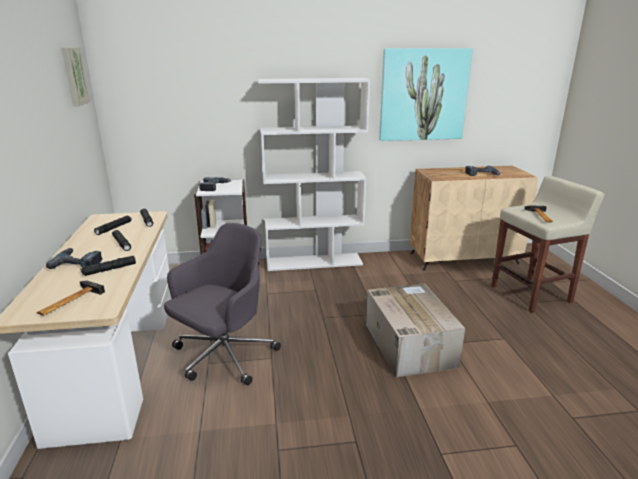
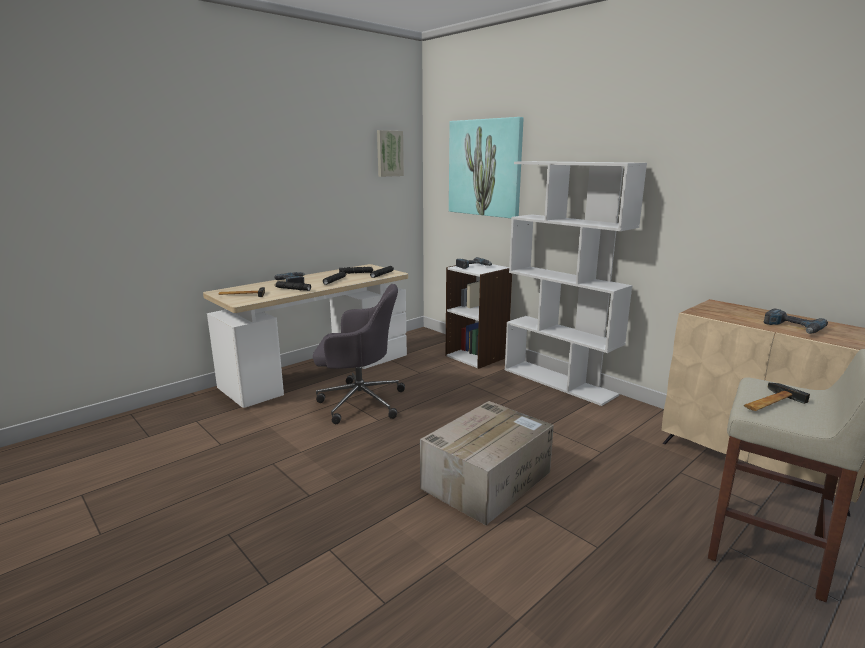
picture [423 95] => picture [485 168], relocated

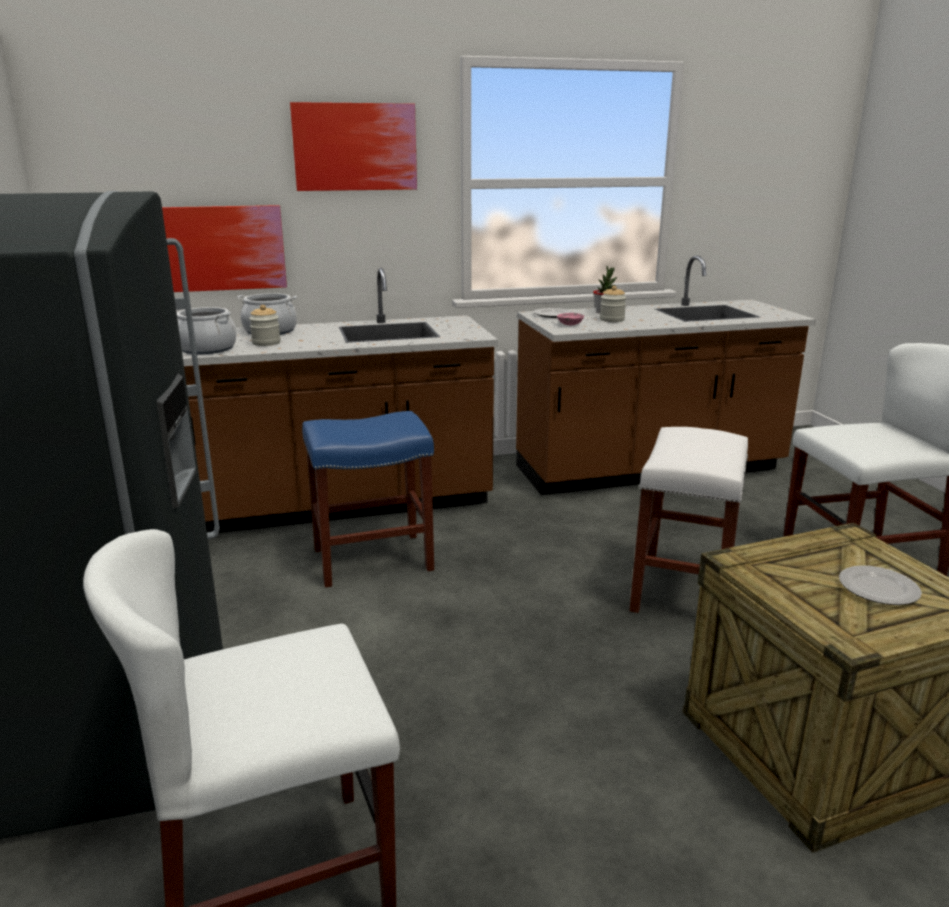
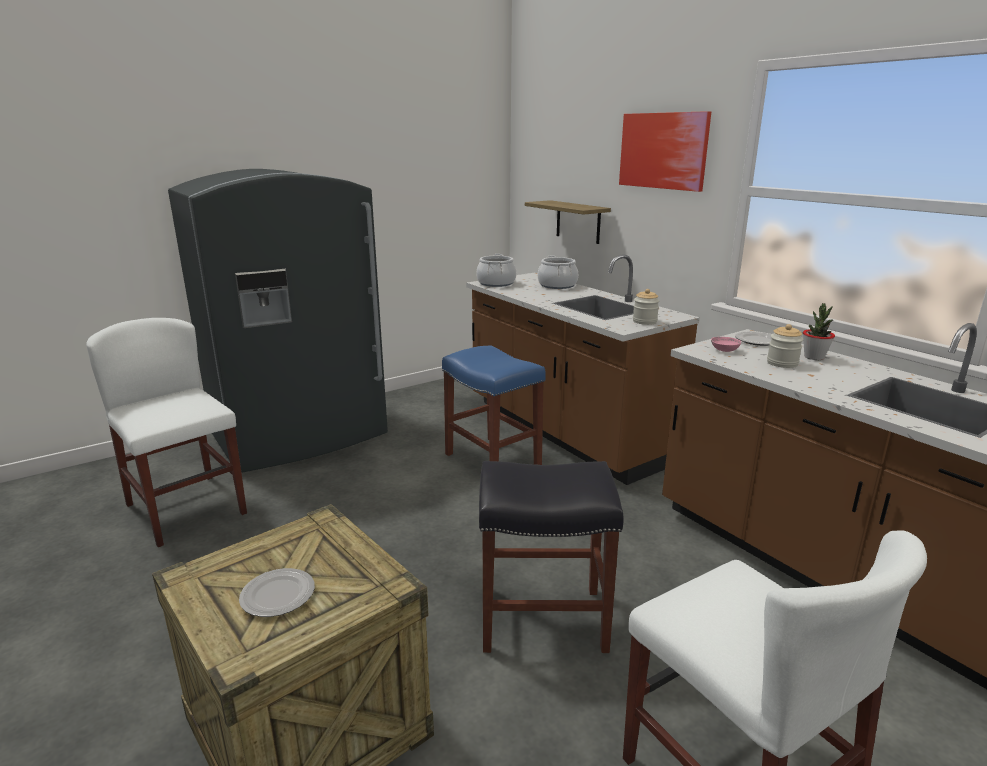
preserve jar [266 343] => preserve jar [644 321], relocated
picture [221 248] => wall shelf [578 222]
whitish stool seat [681 589] => black stool seat [544 618]

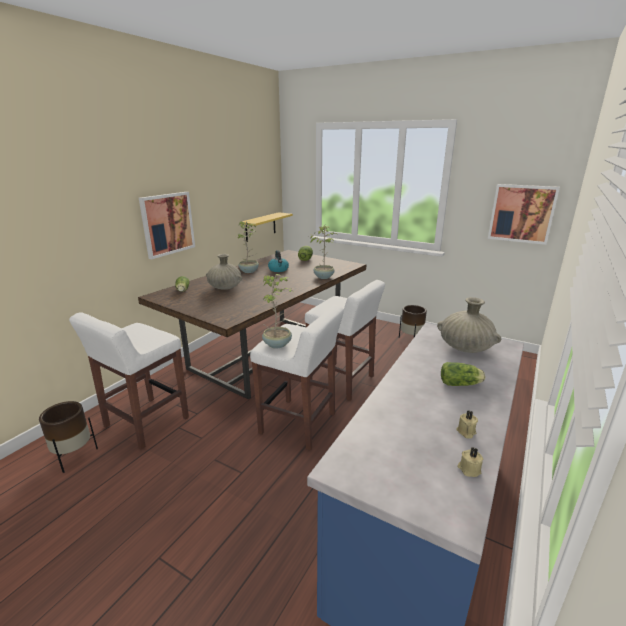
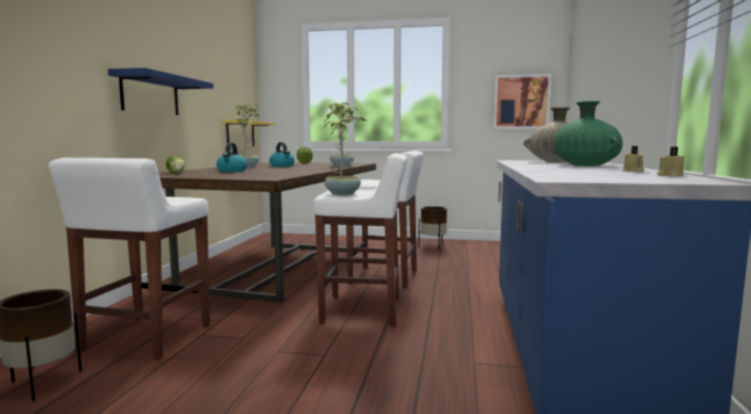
picture [167 224] => bluish wall shelf [150 95]
sand-coloured vase [225 287] => water kettle [232 171]
head of lettuce [461 384] => greenish vase [585 166]

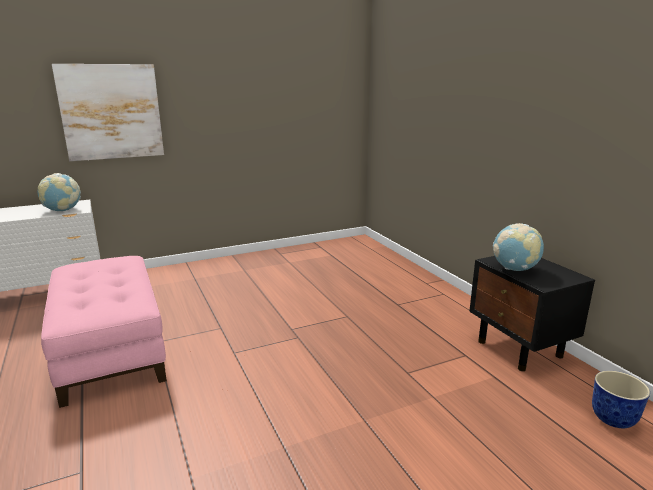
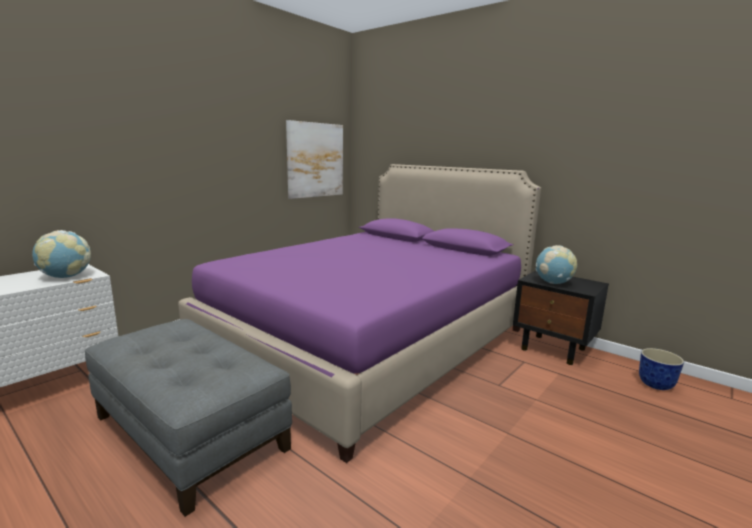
nothing => purple bedroom bed [370 343]
picture [111 112] => picture [315 160], relocated
pinkish footrest [112 349] => grey footrest [191 431]

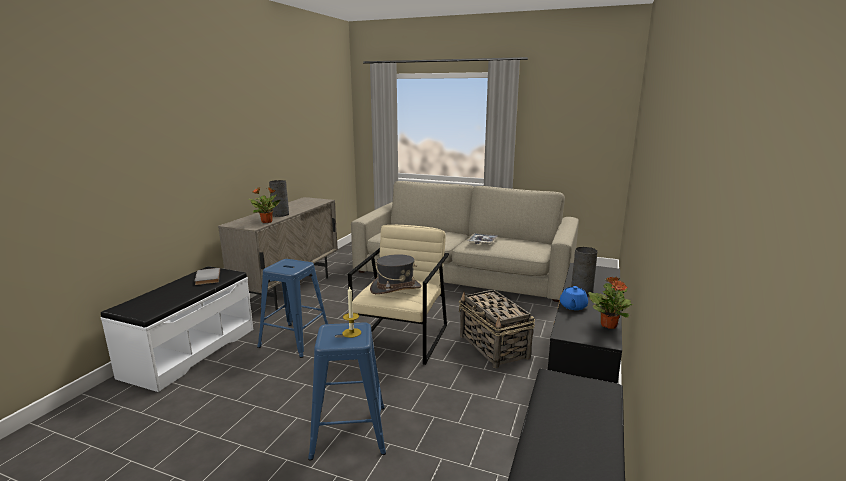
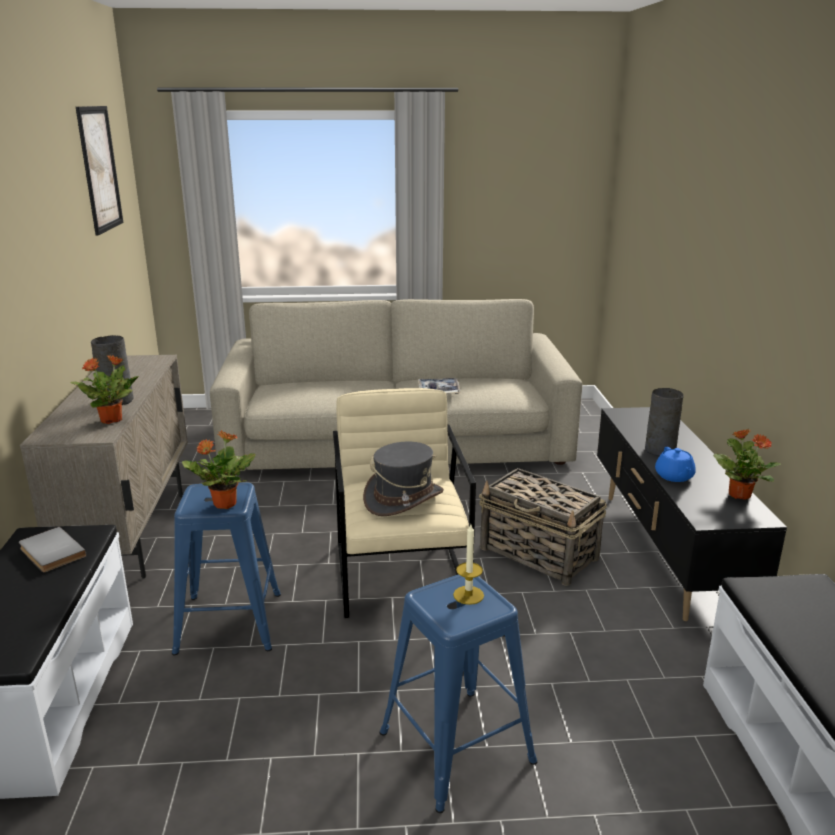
nothing => picture [100 169]
nothing => potted plant [224 504]

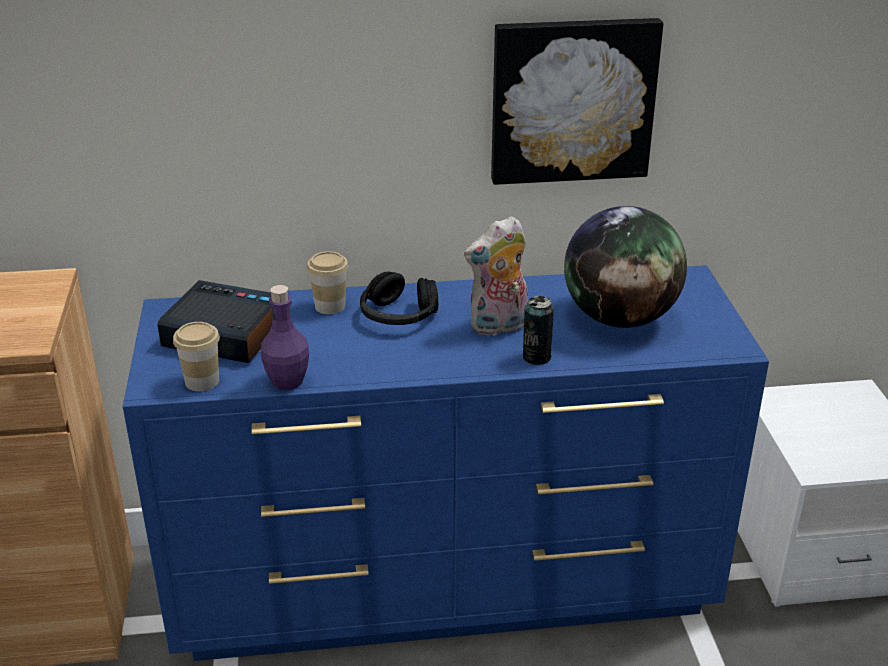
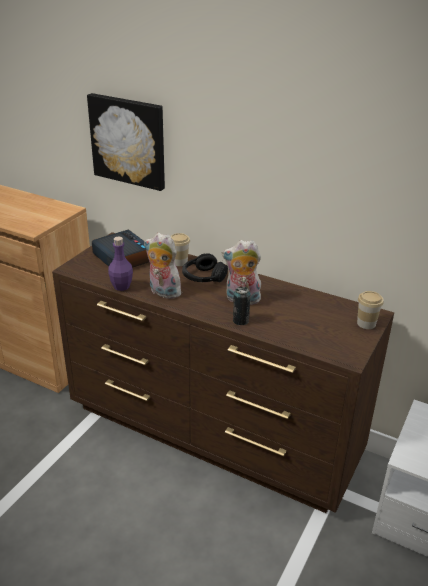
desk globe [620 318] => nothing
nothing => plush toy [162 292]
cup [202 381] => cup [366 323], relocated
picture [572 100] => picture [129 141], relocated
bluish drawer chest [446 586] => brown-coloured drawer chest [213 432]

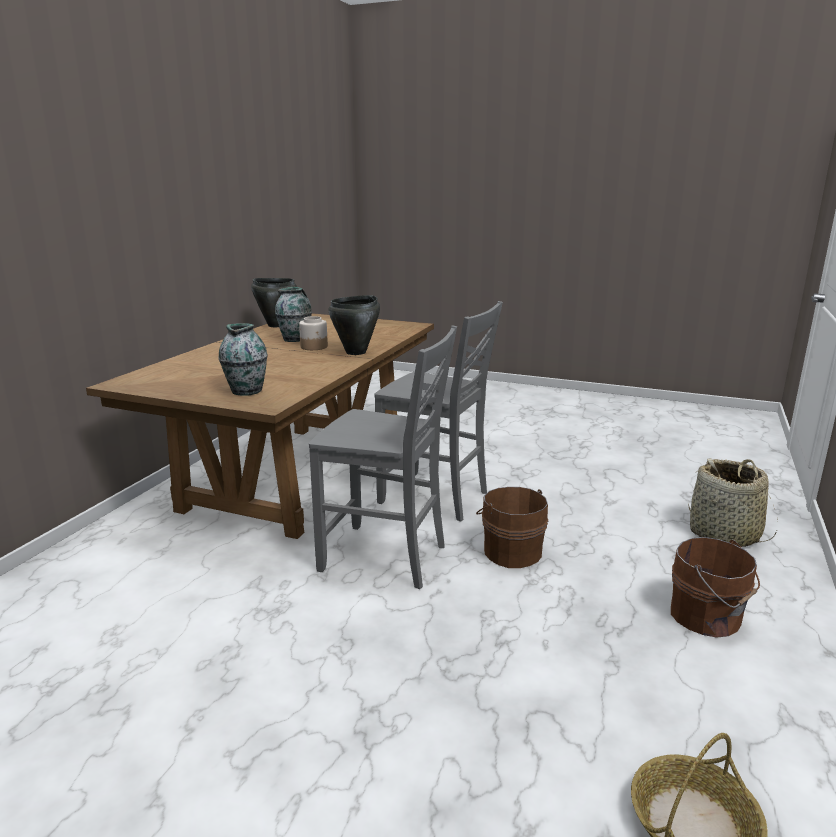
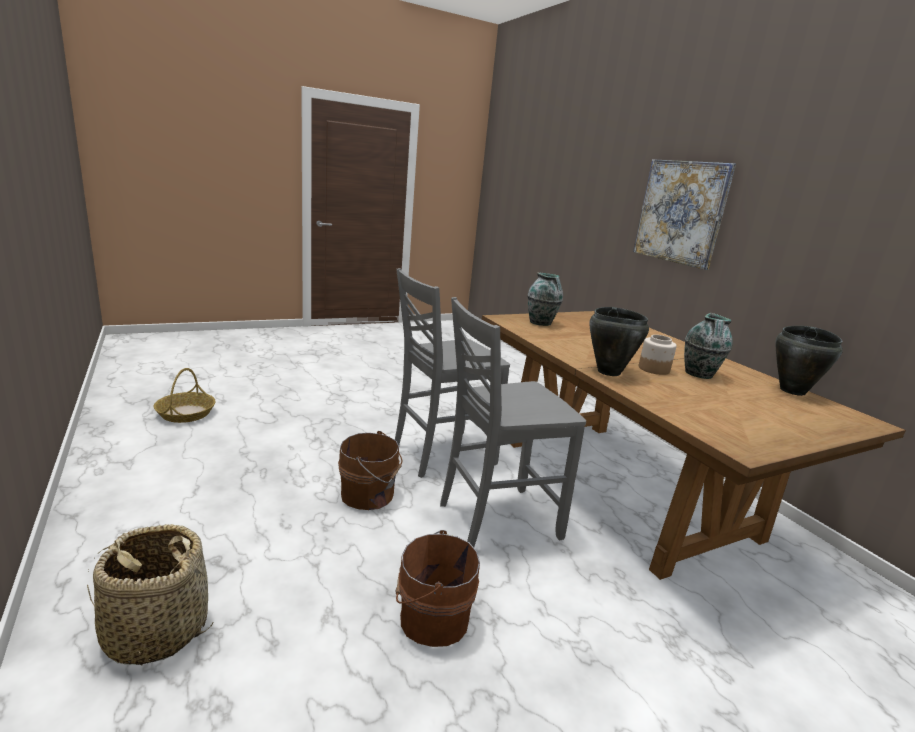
nothing => picture [681 212]
brown-coloured pail [708 617] => brown-coloured pail [431 617], relocated

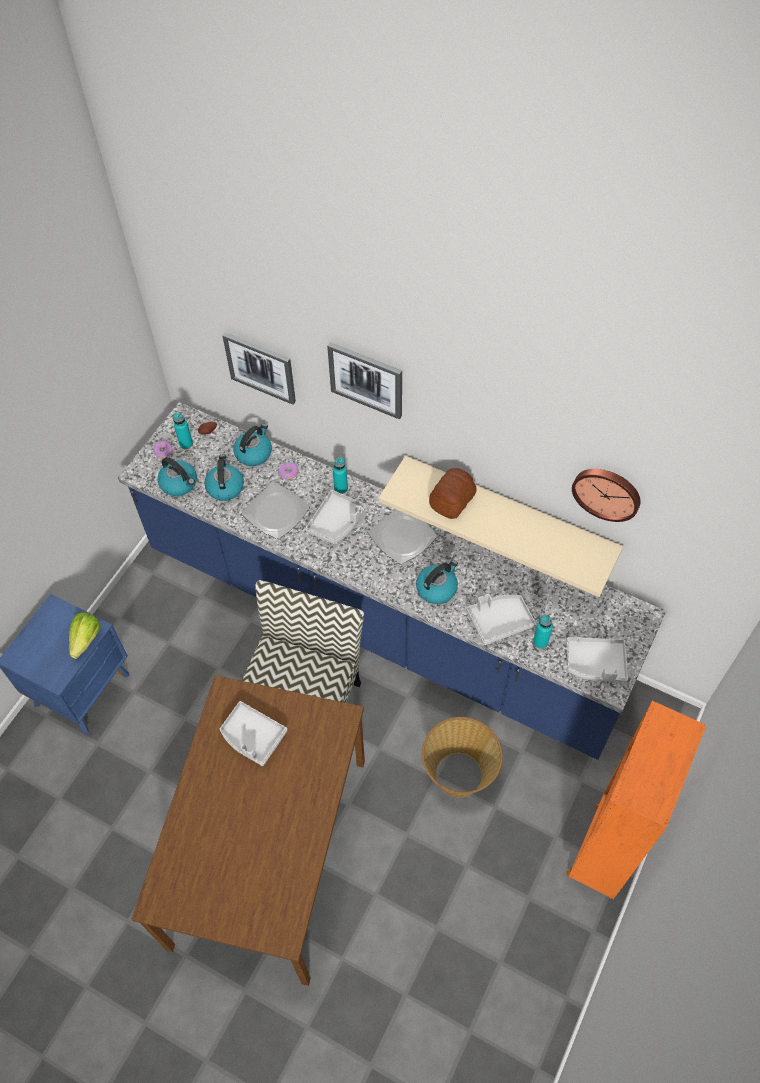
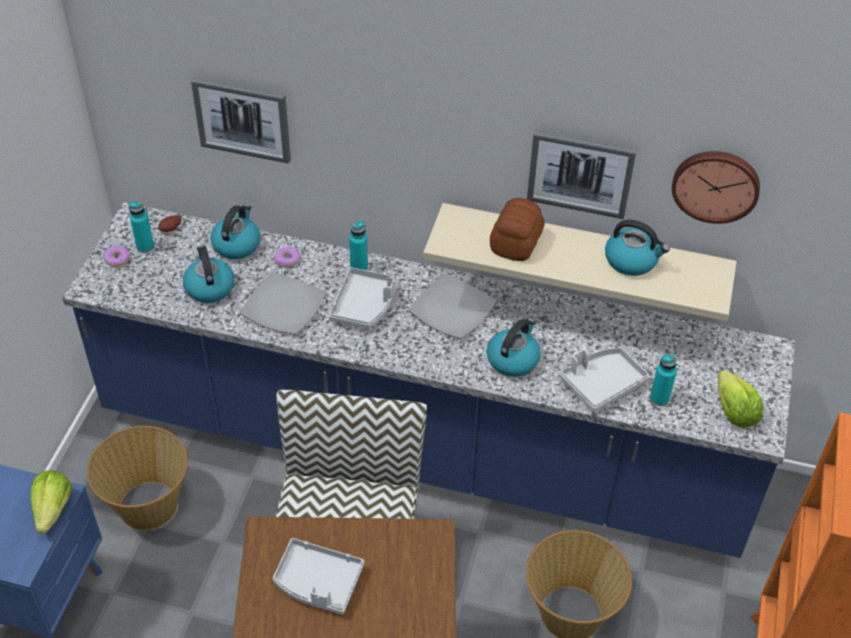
nothing => storage basket [148 504]
water kettle [179 483] => water kettle [632 260], relocated
picture [366 379] => picture [580 173], relocated
grey carrying tray [595 663] => head of lettuce [733 411]

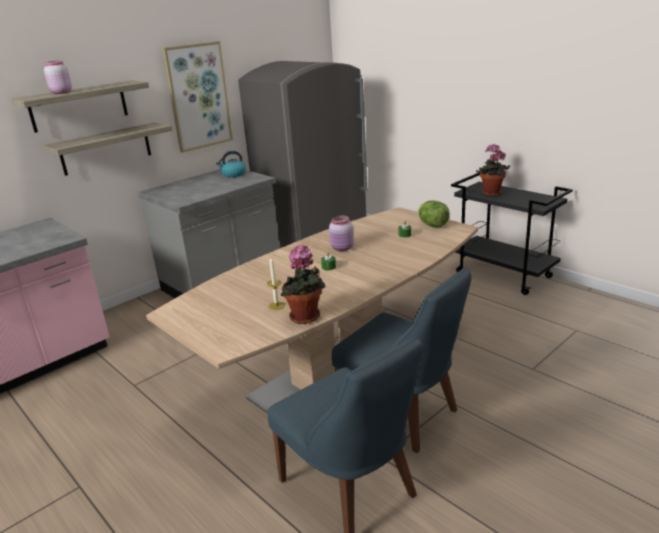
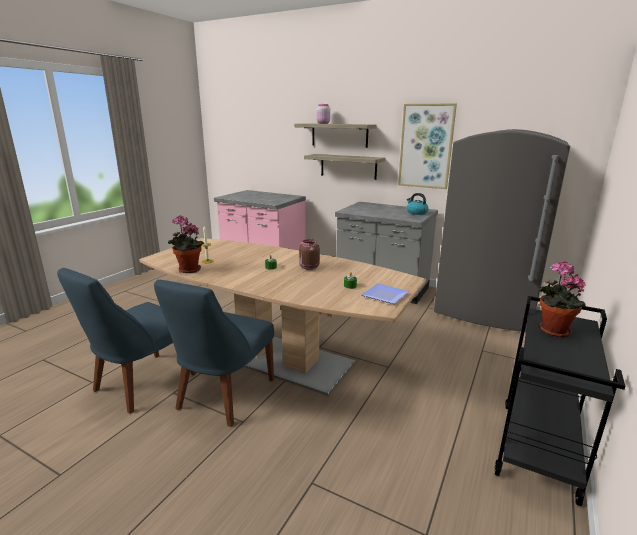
head of lettuce [432 225] => plate [383 295]
pinkish preserve jar [342 248] => brown-coloured preserve jar [308 267]

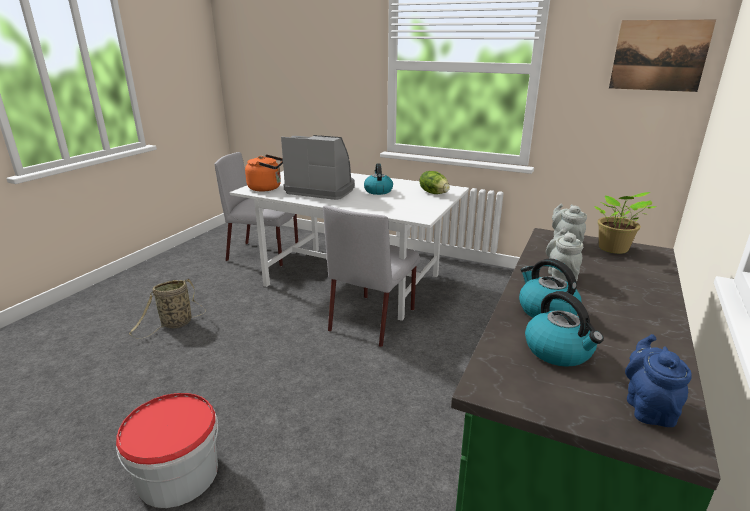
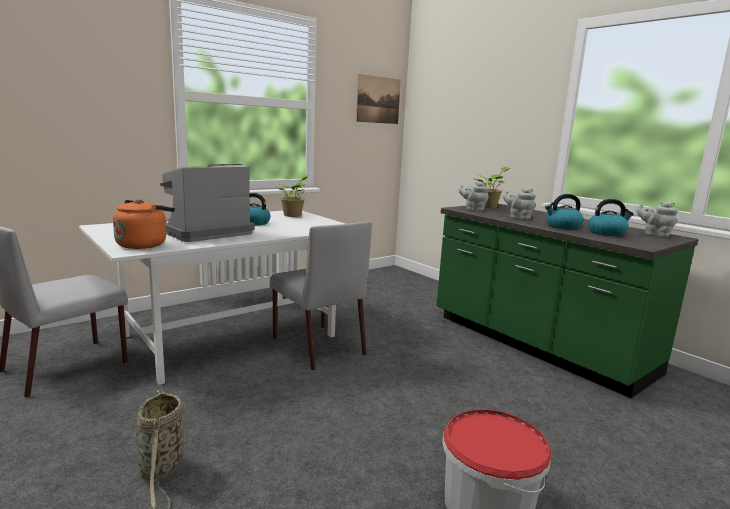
head of lettuce [434 193] => potted plant [293 215]
bluish teapot [648 407] => grey teapot [654 234]

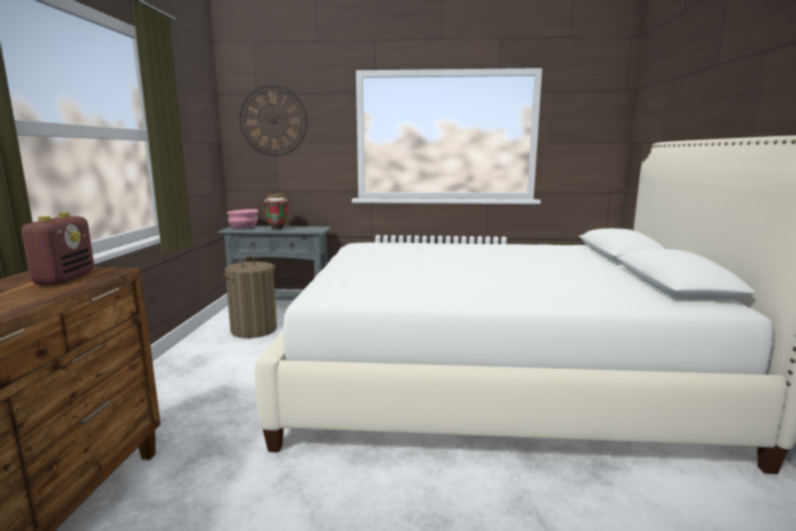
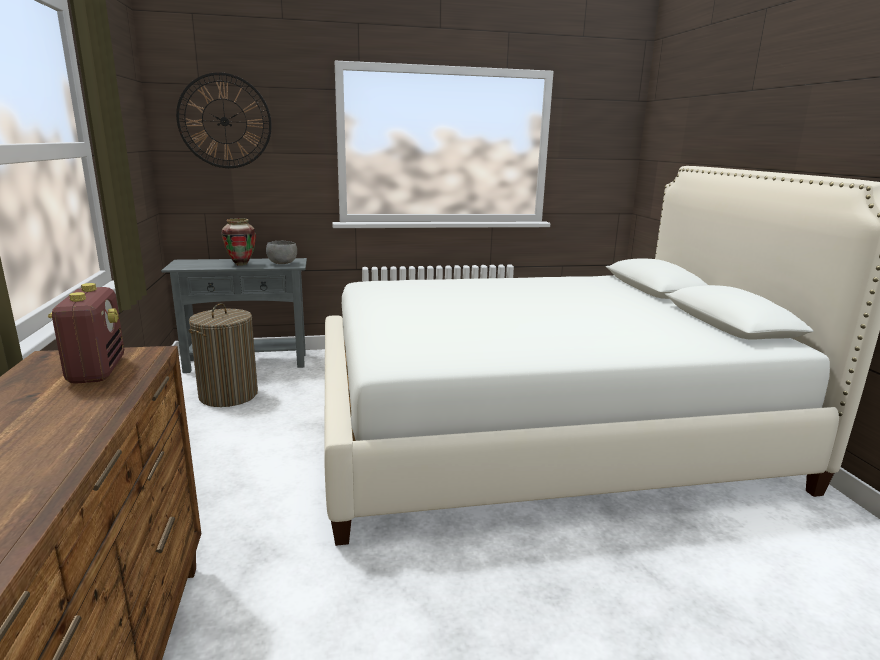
pinkish bowl [243 227] => nothing
nothing => grey bowl [282 263]

